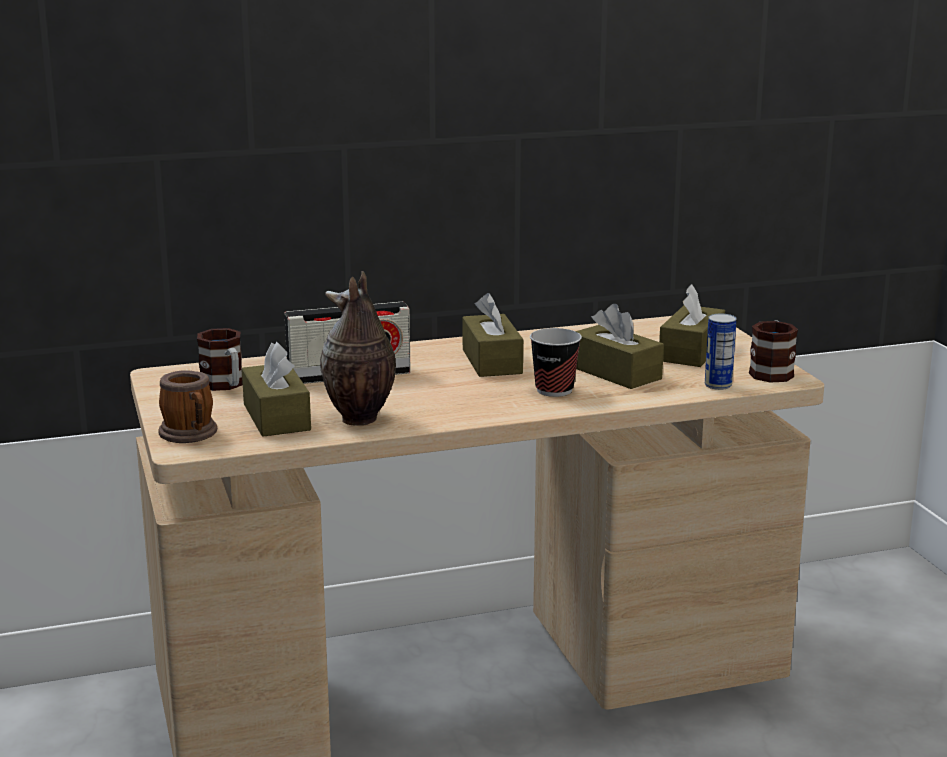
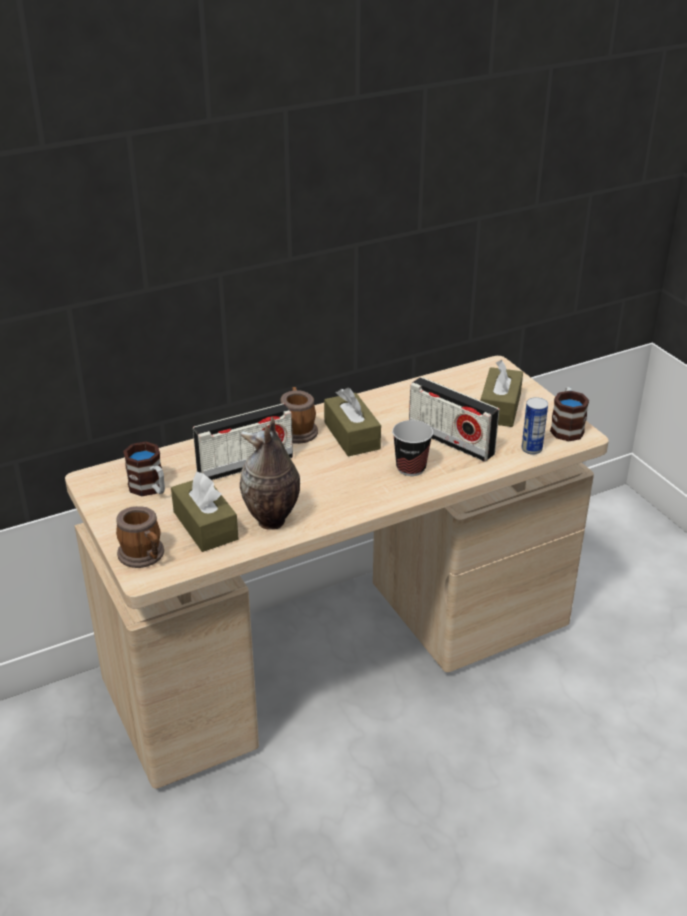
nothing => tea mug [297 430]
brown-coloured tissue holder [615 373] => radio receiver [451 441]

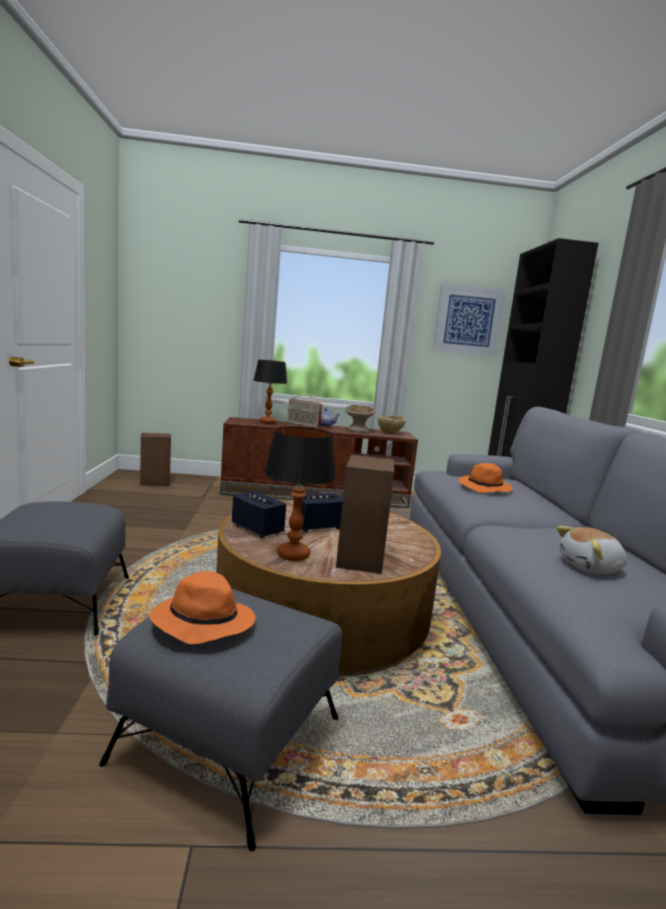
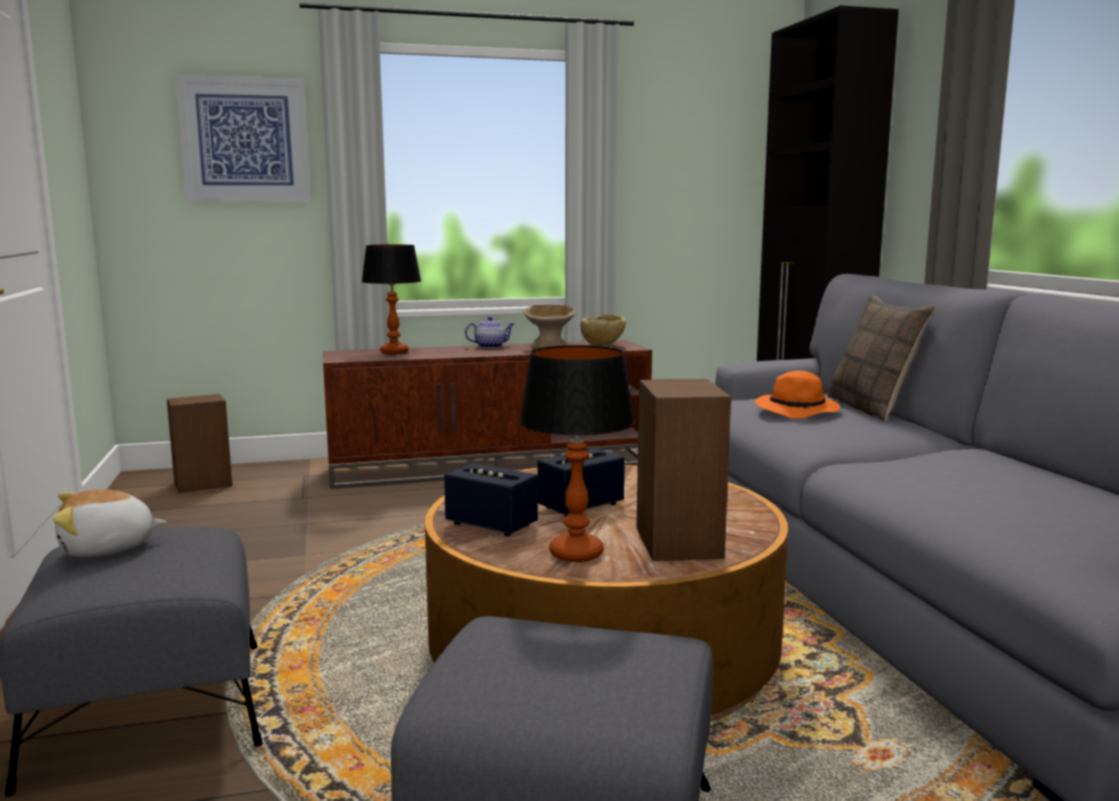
orange clothing hat [201 622] => nothing
radio receiver [303 425] => nothing
nothing => cushion [872 408]
picture [468 320] => picture [245 140], relocated
plush toy [591 567] => plush toy [107 549], relocated

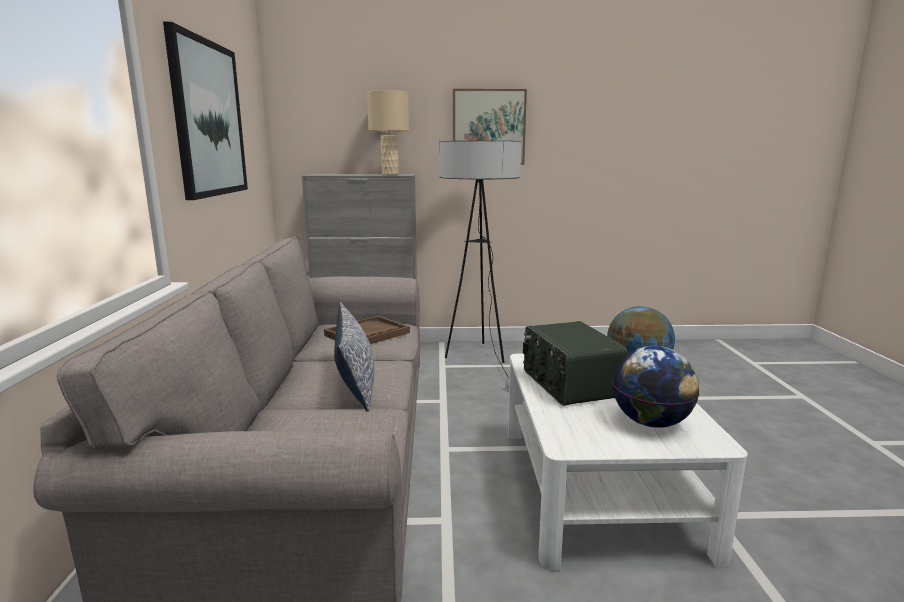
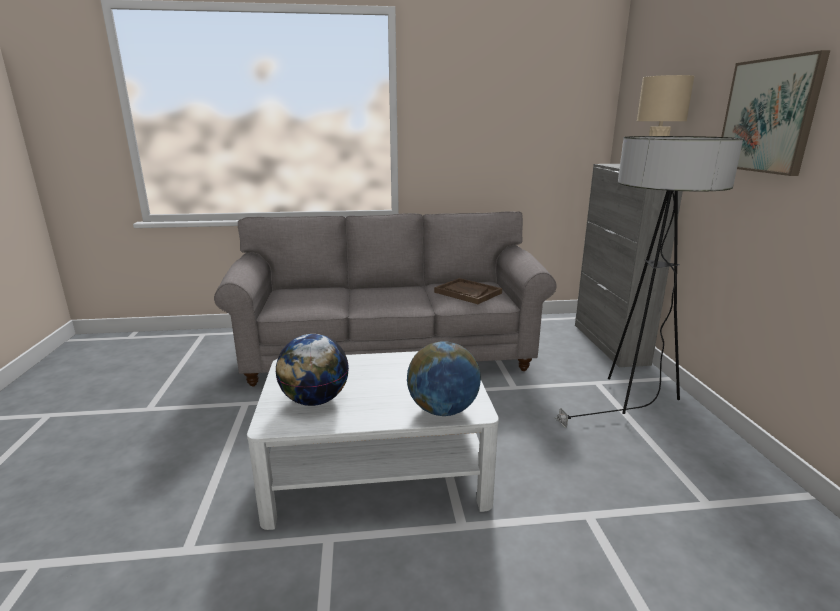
picture [208 119] => nothing
cushion [355 381] => nothing
radio receiver [568 384] => nothing

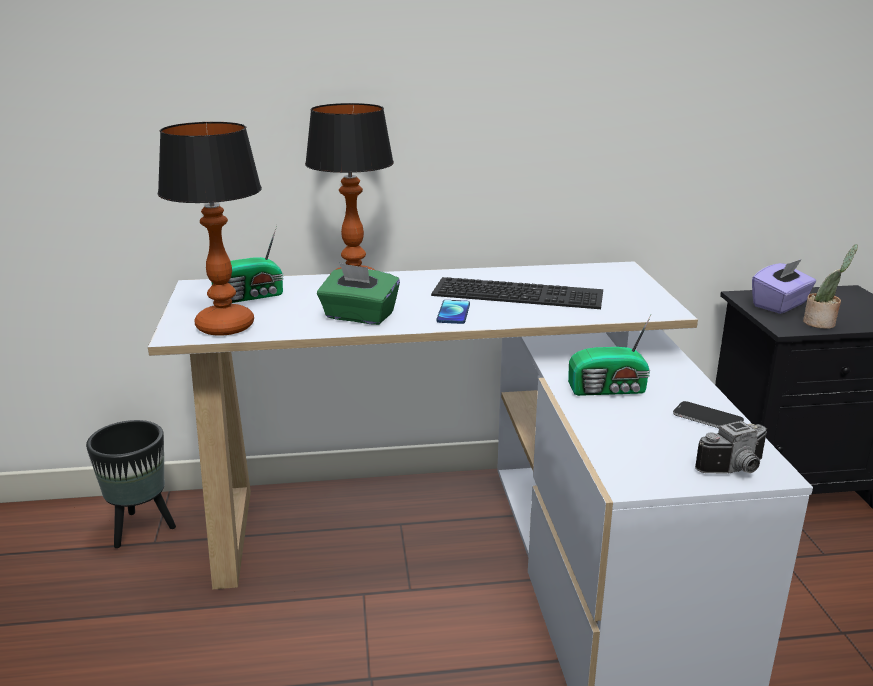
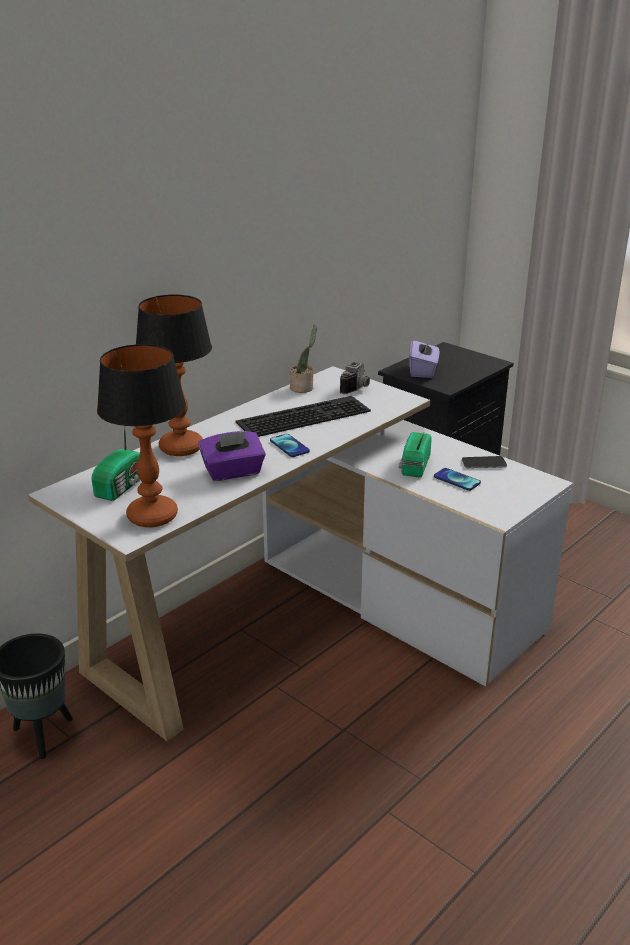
nothing => handset [457 480]
still camera [736 470] => still camera [357 388], relocated
potted plant [821 323] => potted plant [303 388], relocated
greenish tissue holder [359 316] => purple tissue holder [233 472]
radio receiver [609 390] => radio receiver [414 466], 150 degrees clockwise

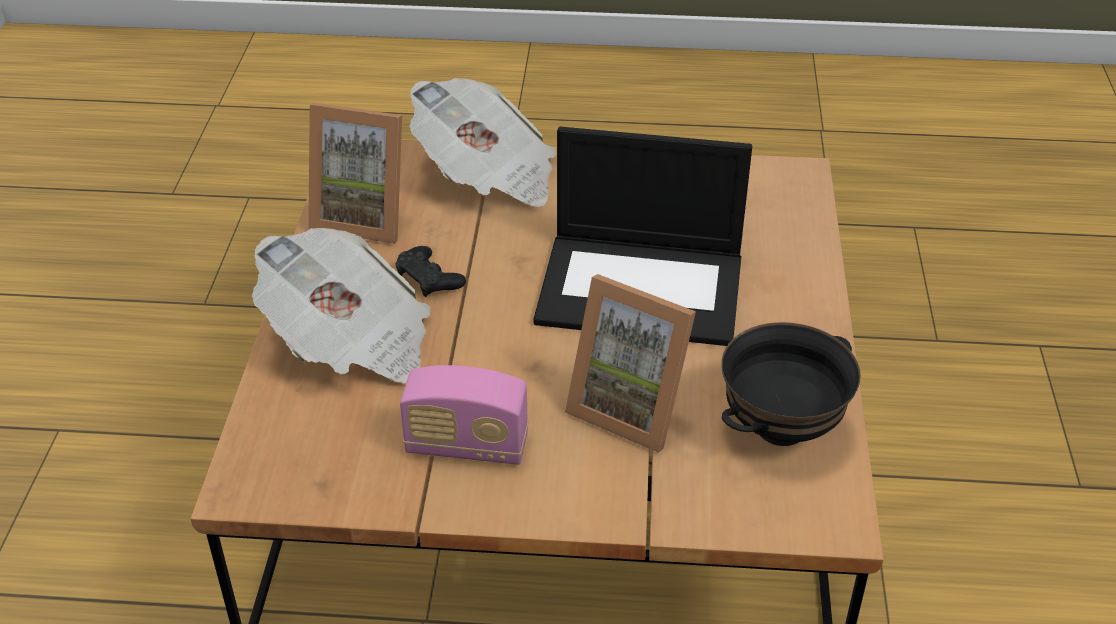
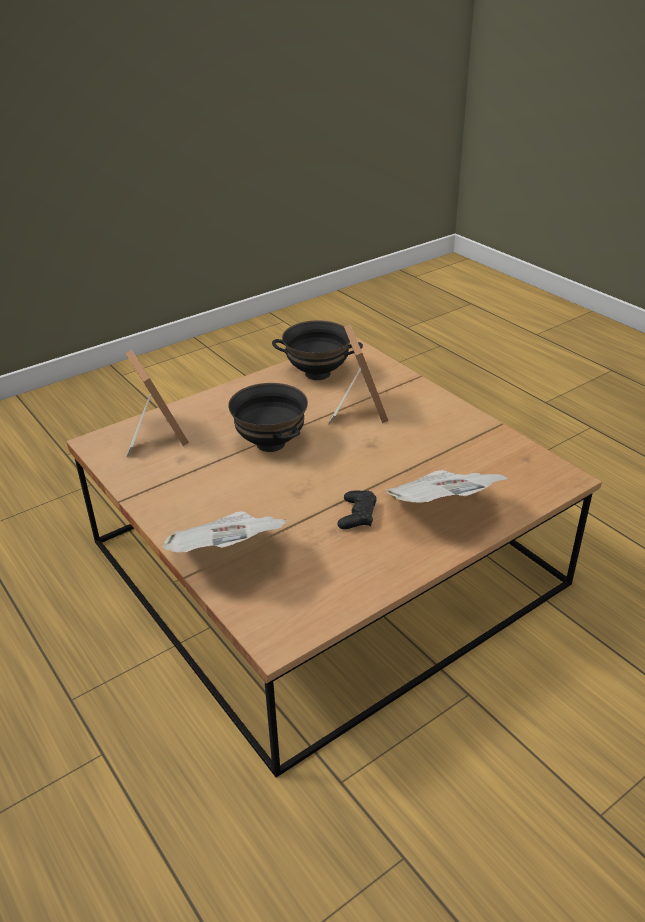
radio receiver [467 446] => nothing
standing frame [364 216] => standing frame [155 436], relocated
portable computer [643 288] => black bowl [269 444]

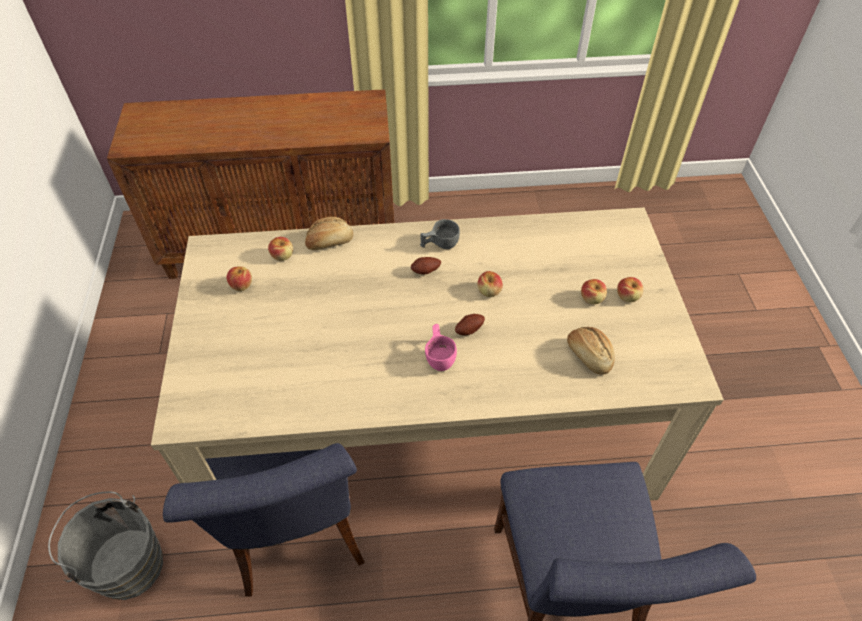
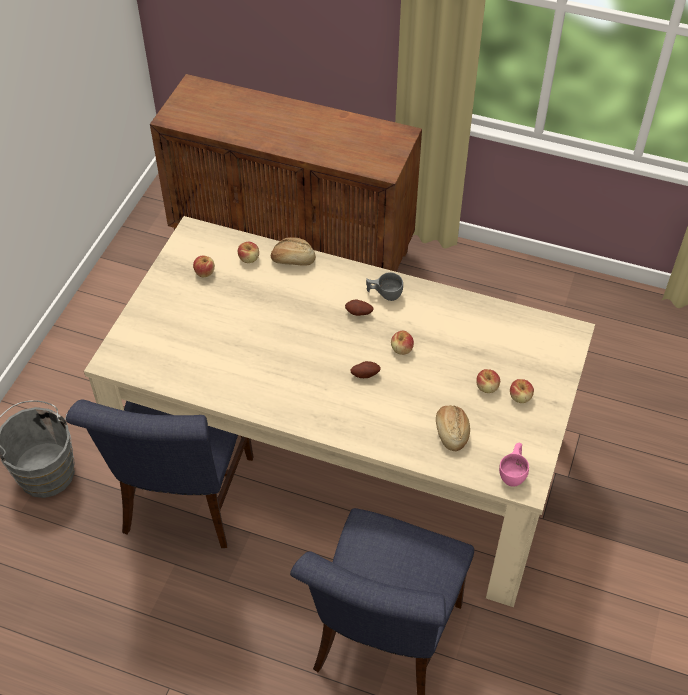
pinkish cup [440 356] => pinkish cup [514 472], relocated

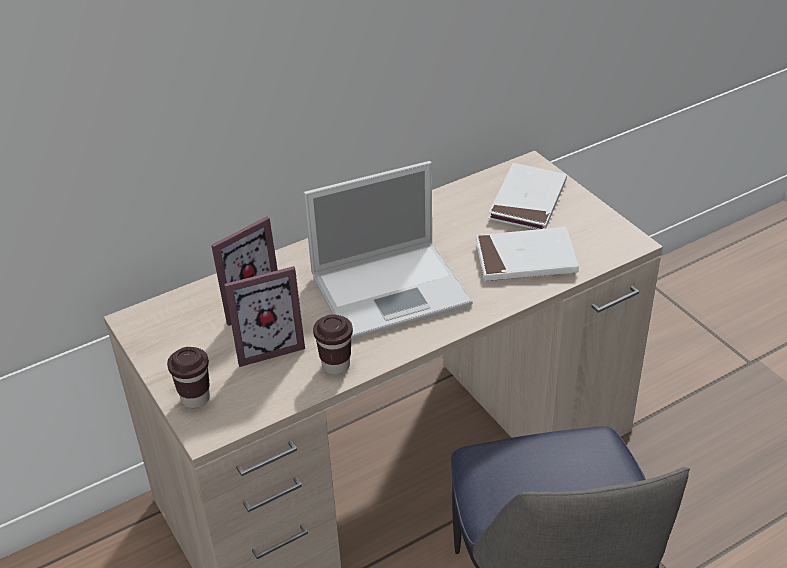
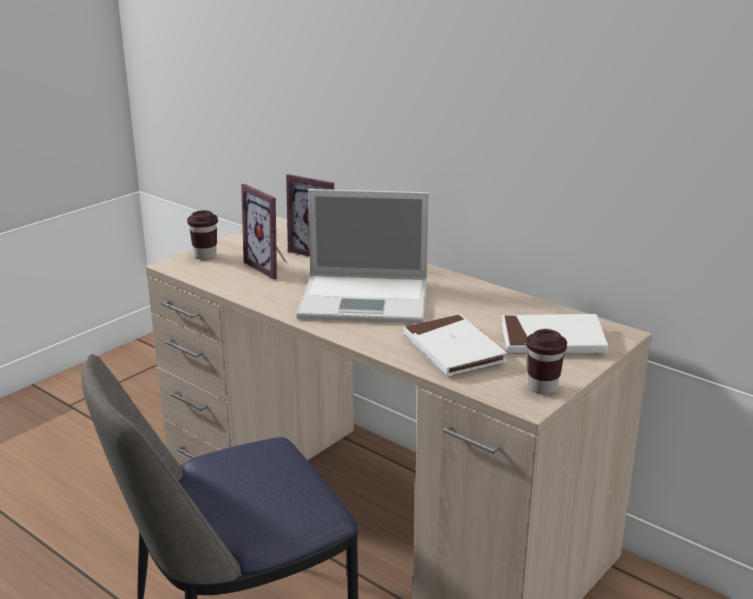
brown-coloured cup [336 365] => brown-coloured cup [542 387], relocated
portable computer [393 289] => portable computer [367 299], 45 degrees counterclockwise

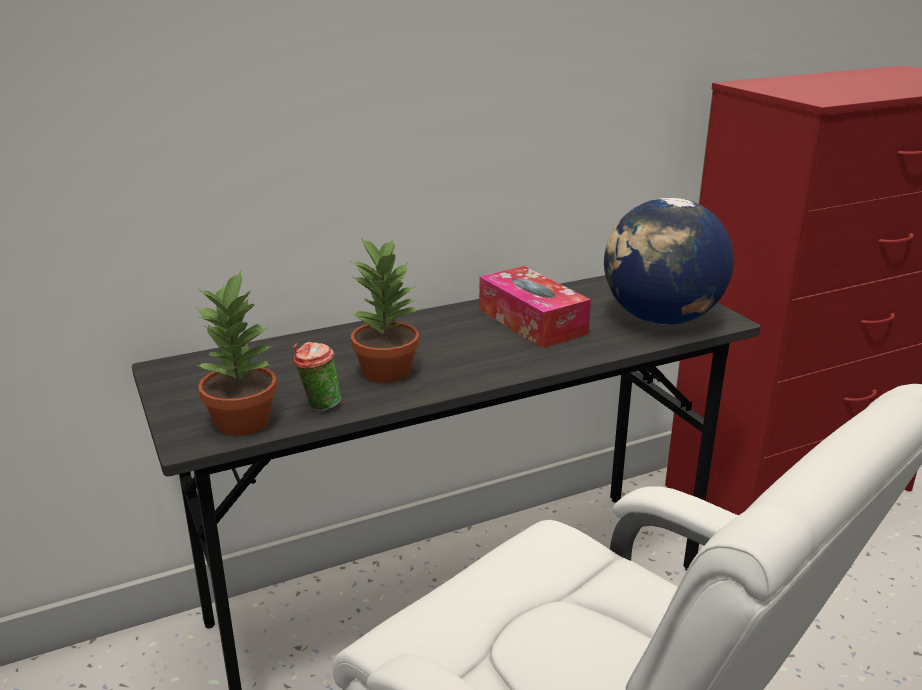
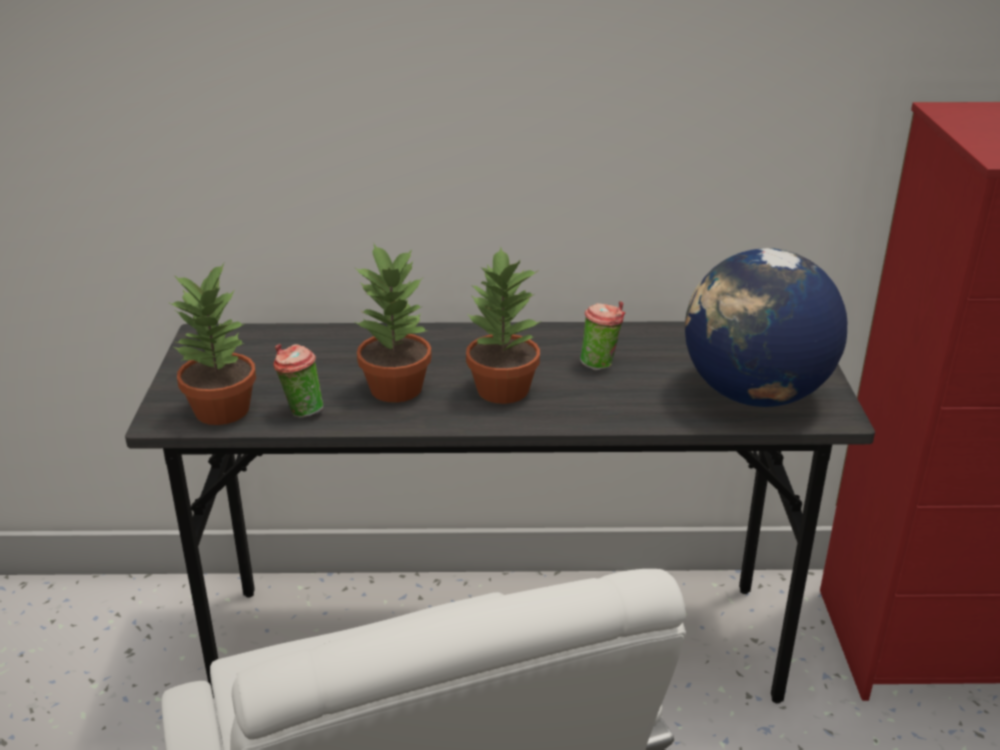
nothing => potted plant [502 391]
tissue holder [532 321] => cup [600 364]

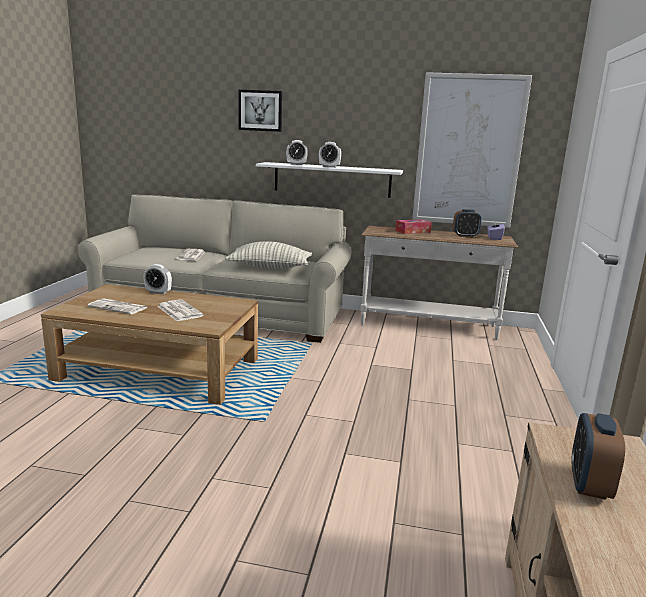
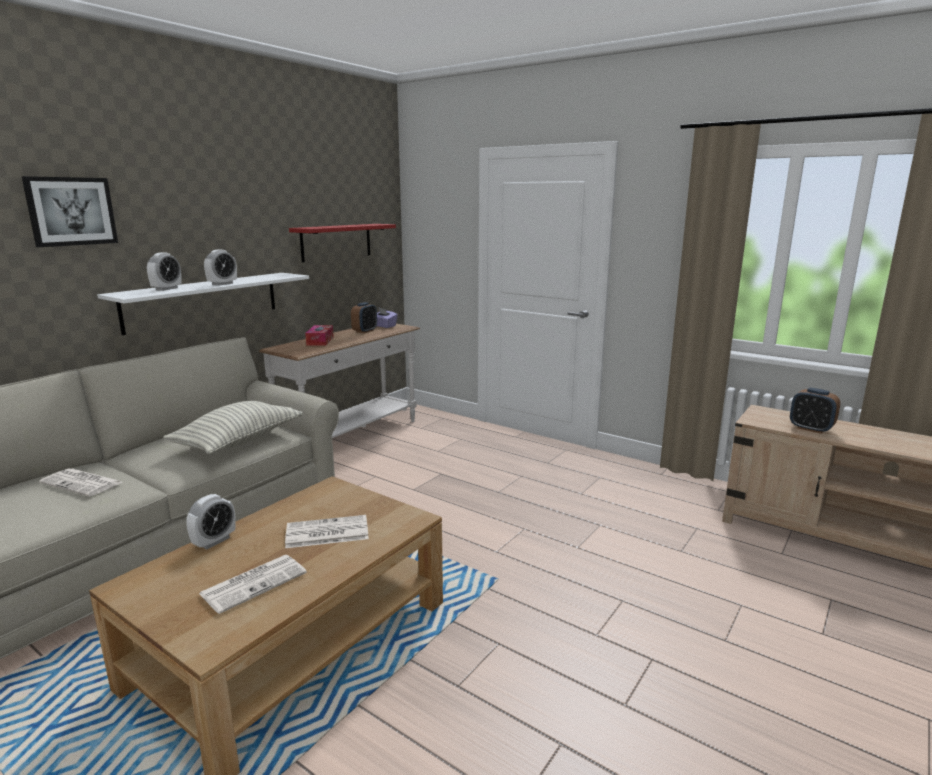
picture [468 151] => red-coloured wall shelf [336 242]

